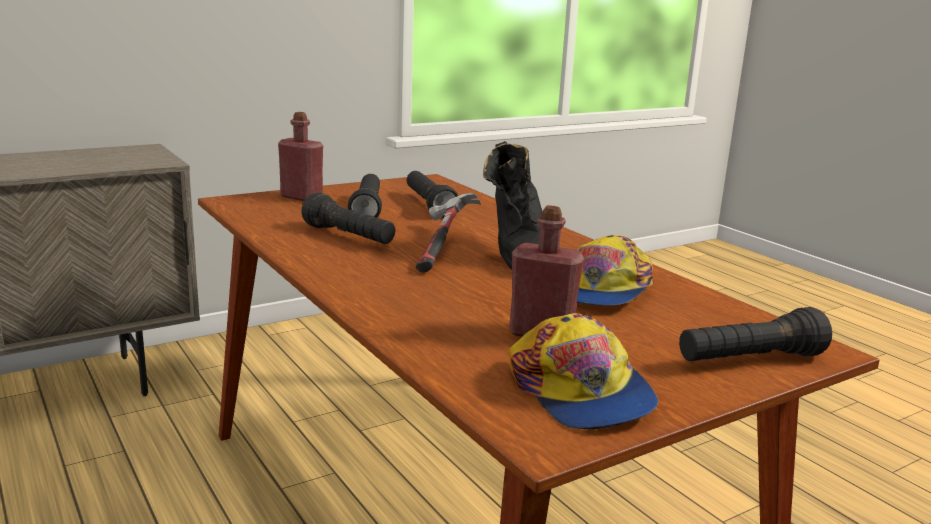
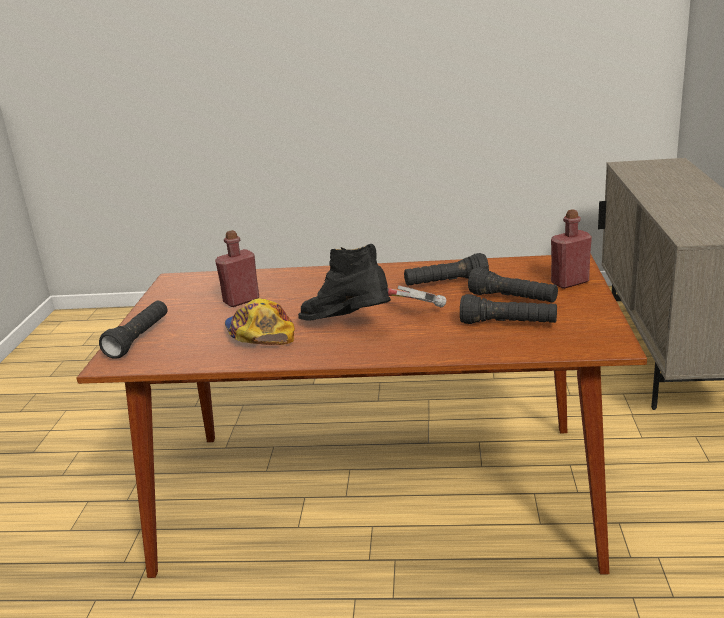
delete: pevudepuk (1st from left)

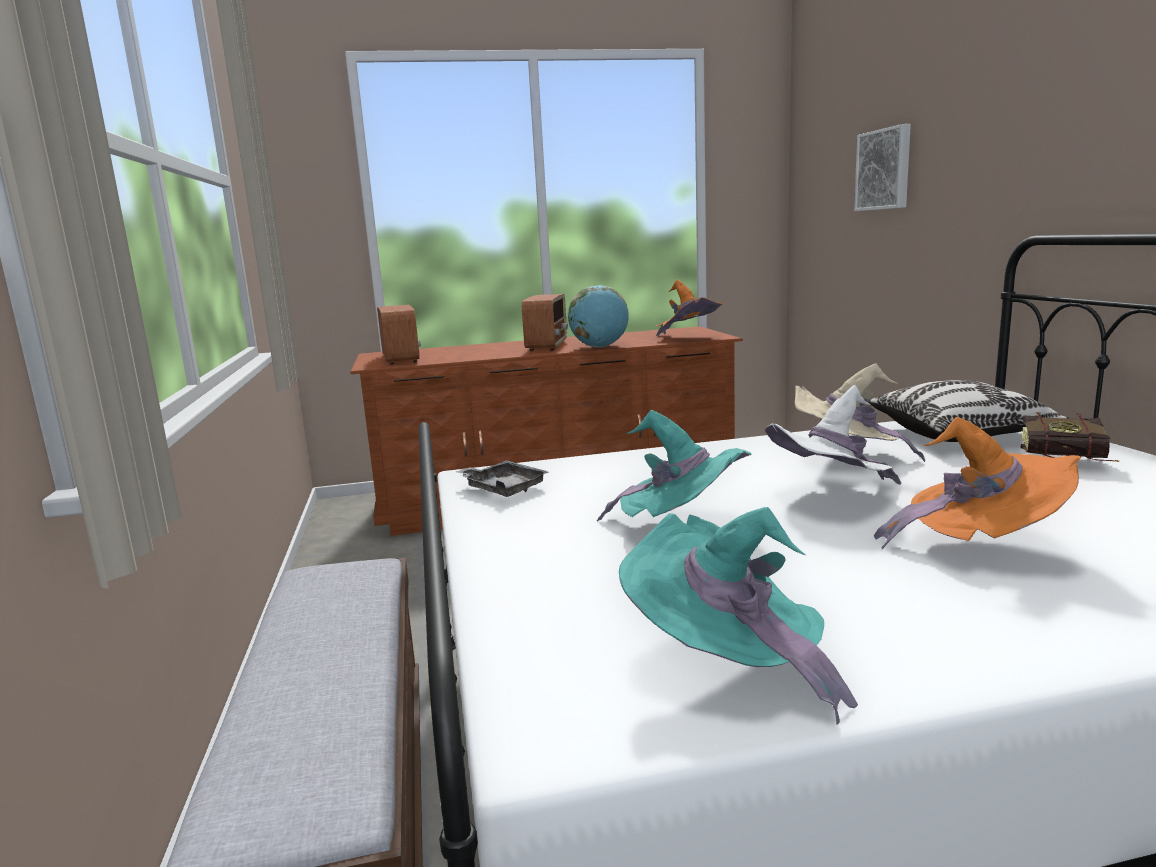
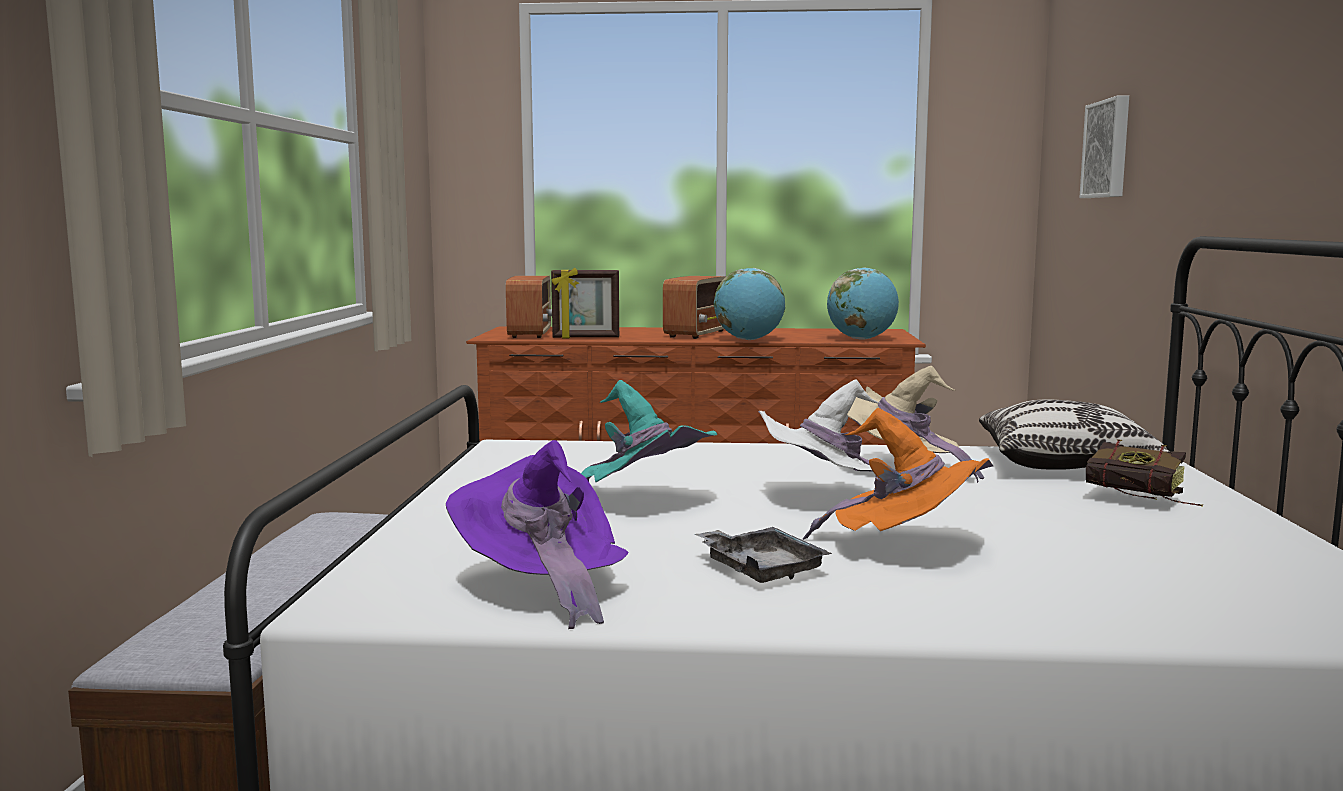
insert: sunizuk
move: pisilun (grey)
replace: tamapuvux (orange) (1st from left) to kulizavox (2nd from left)
recolor: tamapuvux (turquoise) (2nd from left) to tamapuvux (purple)

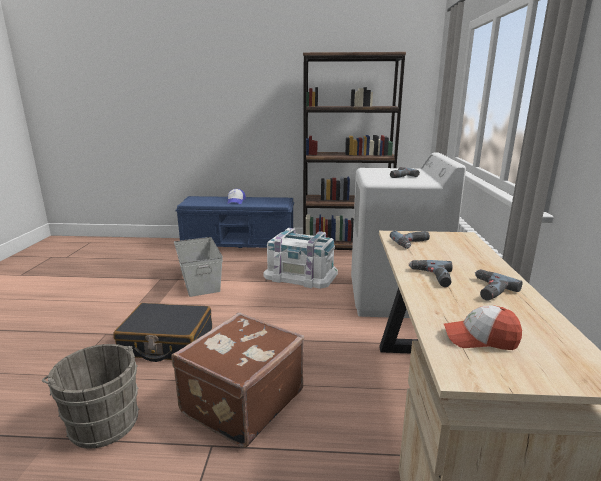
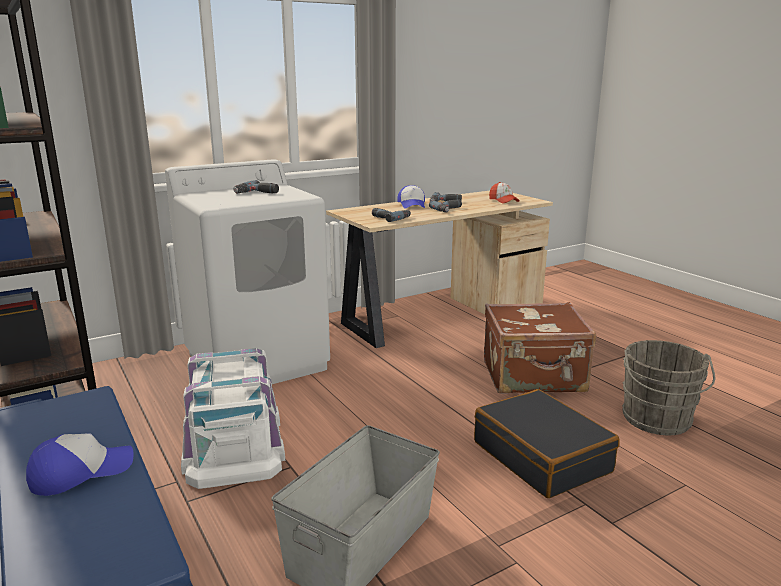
insert: pevudepuk (2nd from left)

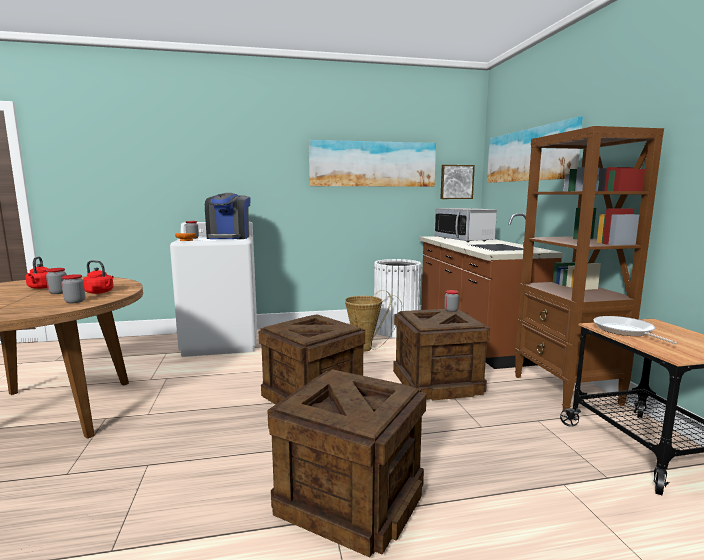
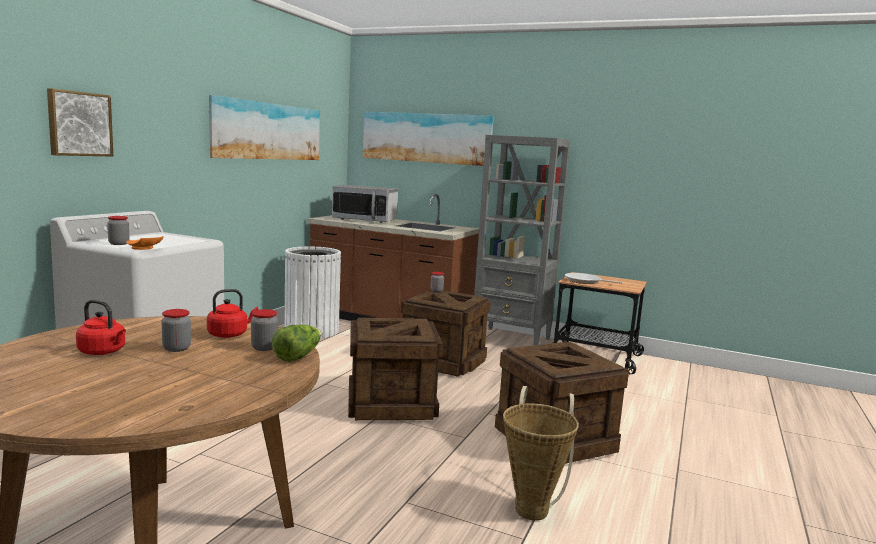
delete: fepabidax
insert: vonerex
move: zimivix (2nd from left in the first image) to zimivix (1st from left); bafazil
recolor: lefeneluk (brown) to lefeneluk (grey)

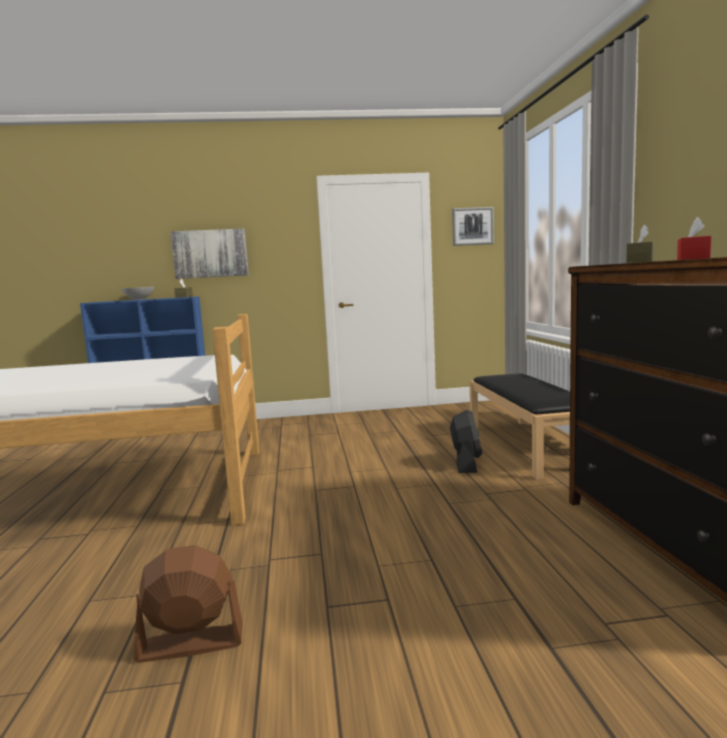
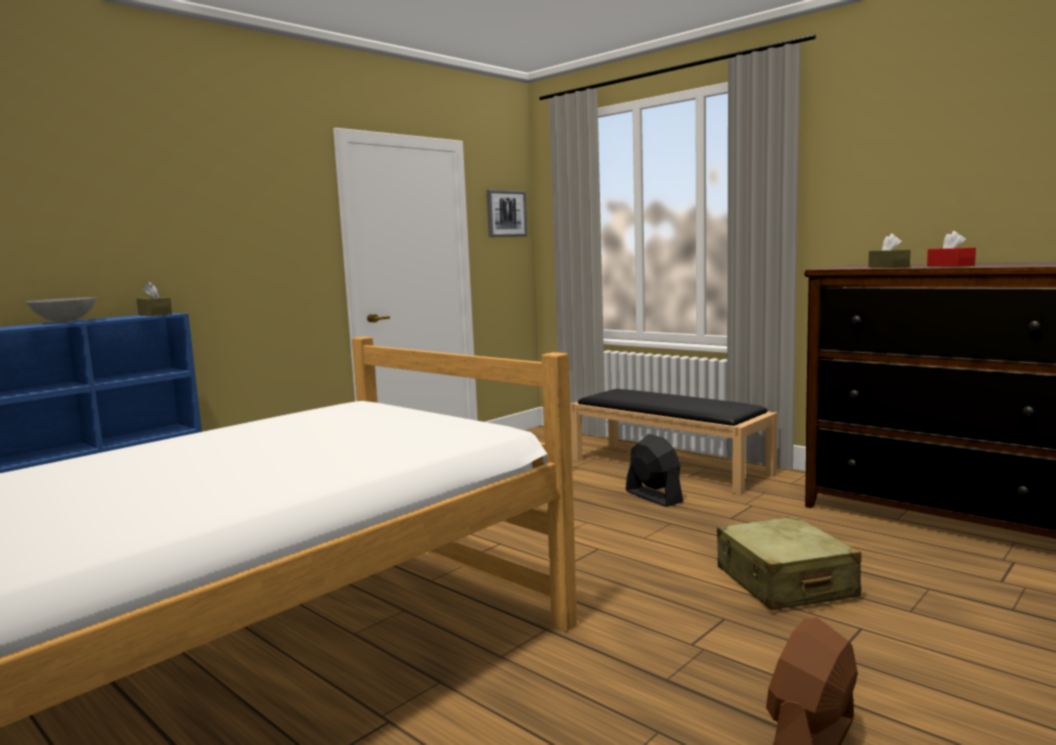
delete: zimivix (1st from left)
insert: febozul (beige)

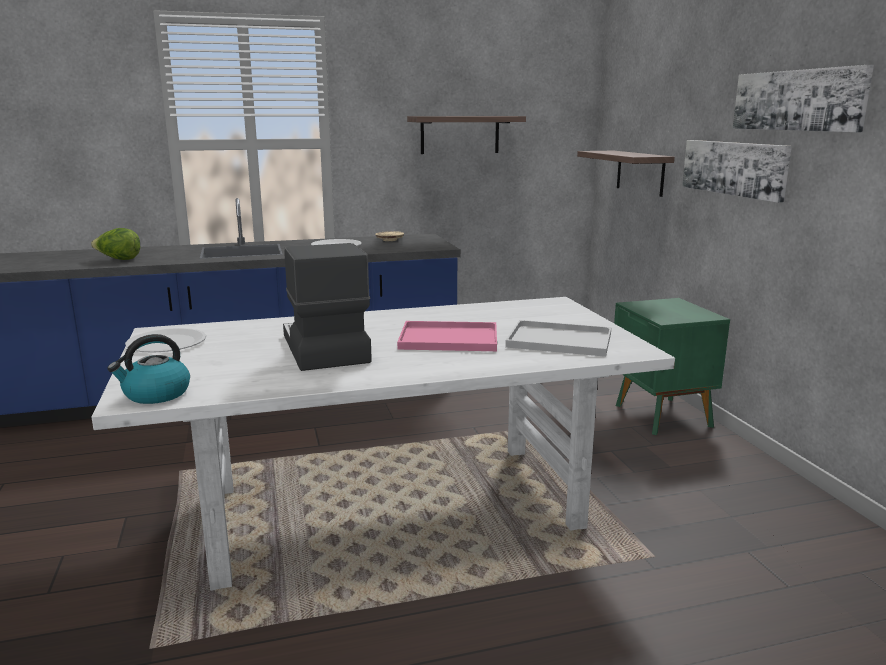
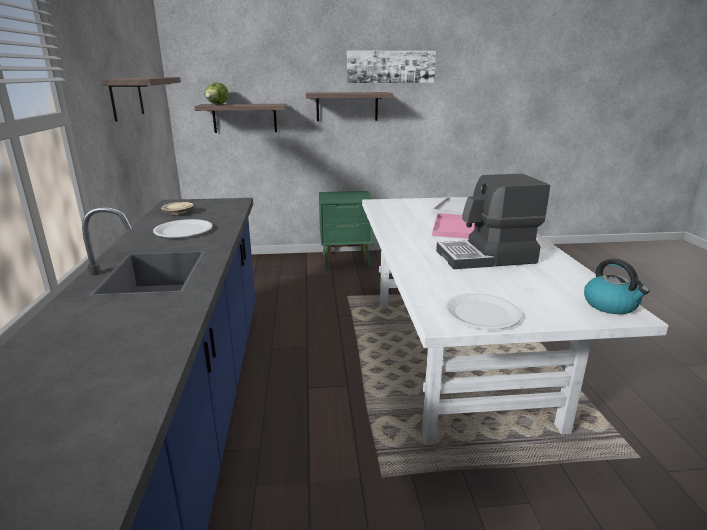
move: vonerex
replace: zimivix (1st from left) to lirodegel (3rd from left)

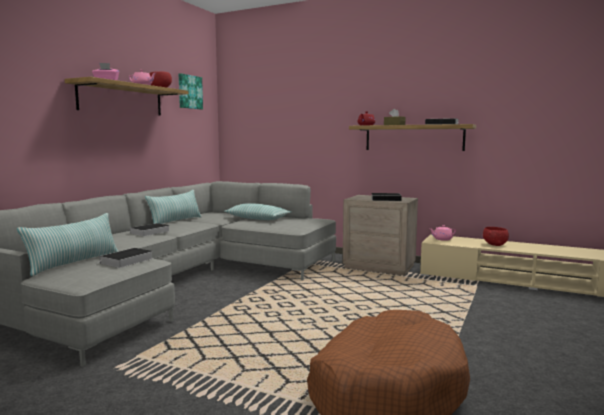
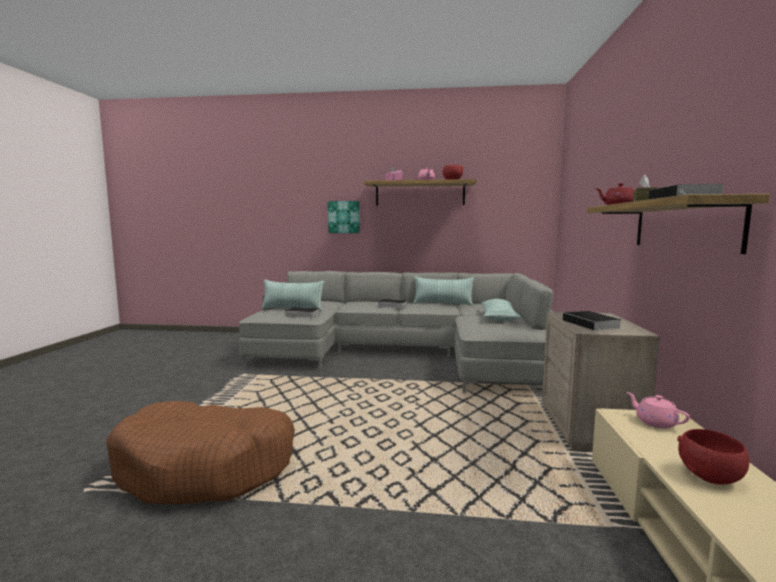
move: zimivix

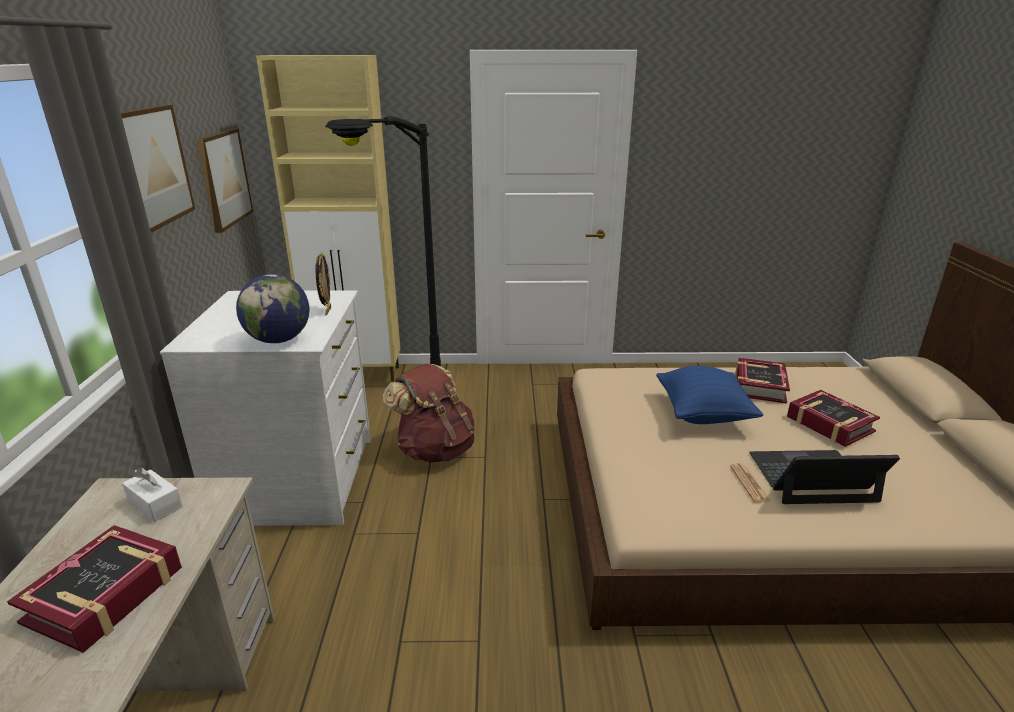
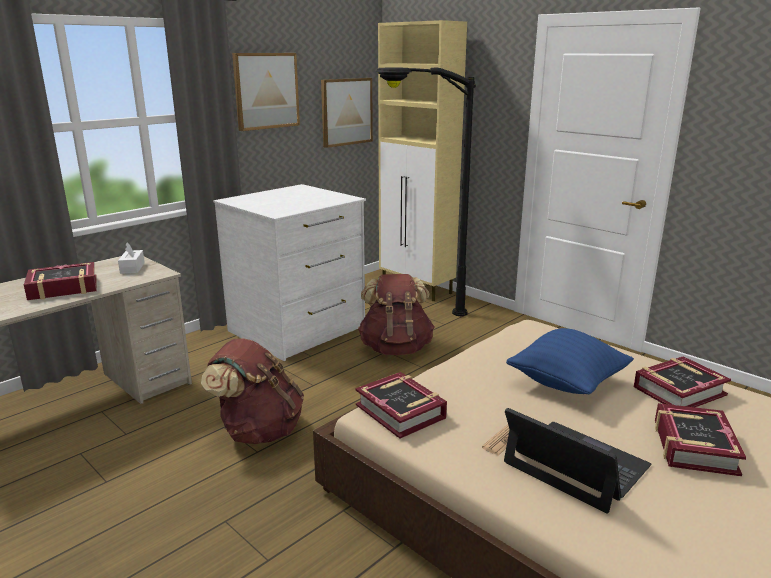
delete: kulizavox; sunizuk
insert: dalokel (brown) (1st from left); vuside (2nd from left)

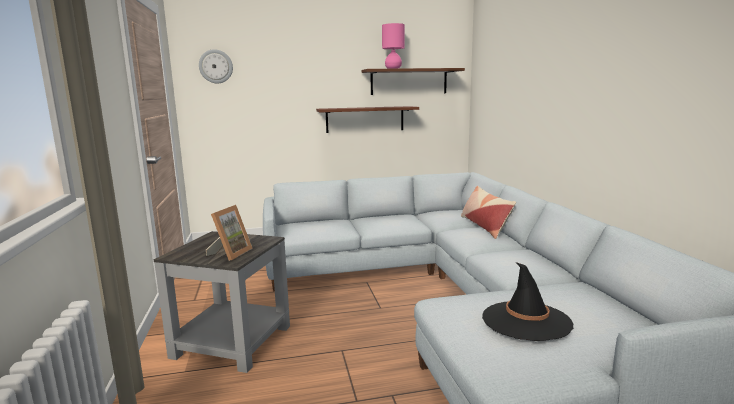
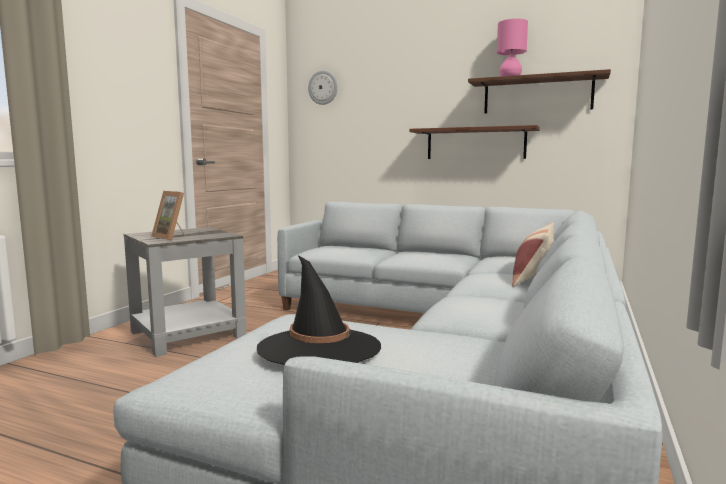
rotate: sunizuk 75 degrees clockwise

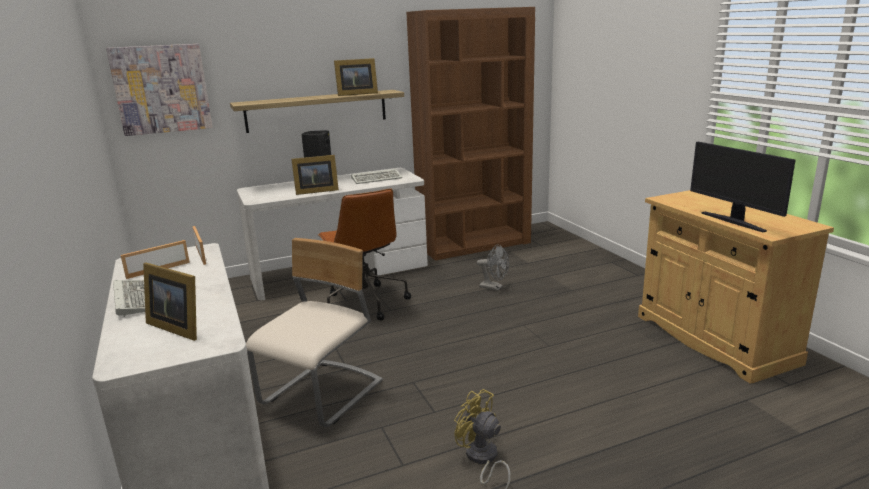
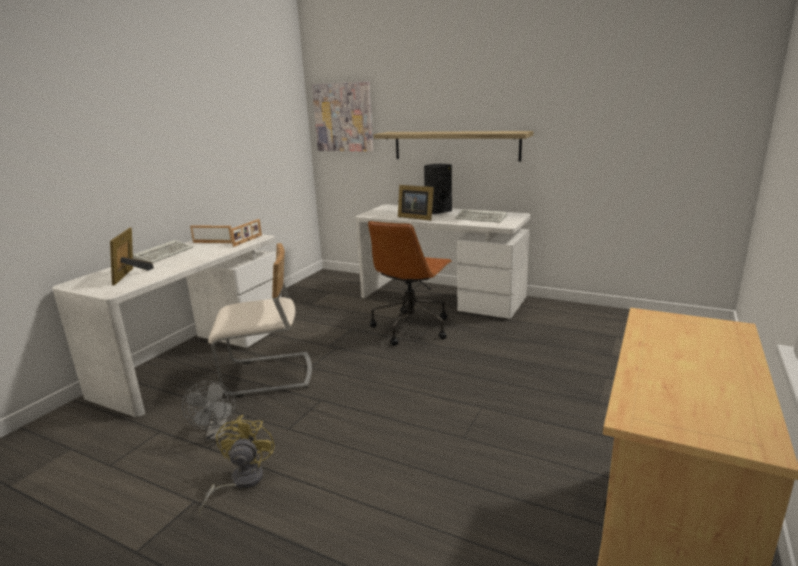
delete: sunizuk (5th from left); lefeneluk (brown); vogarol
move: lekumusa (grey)

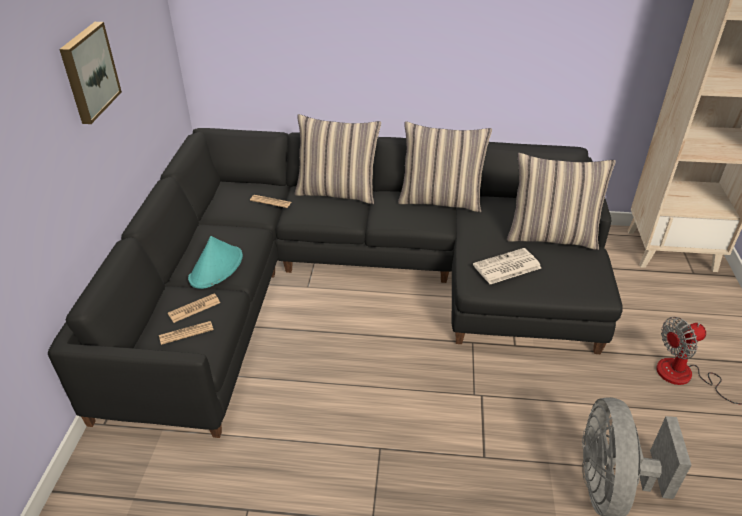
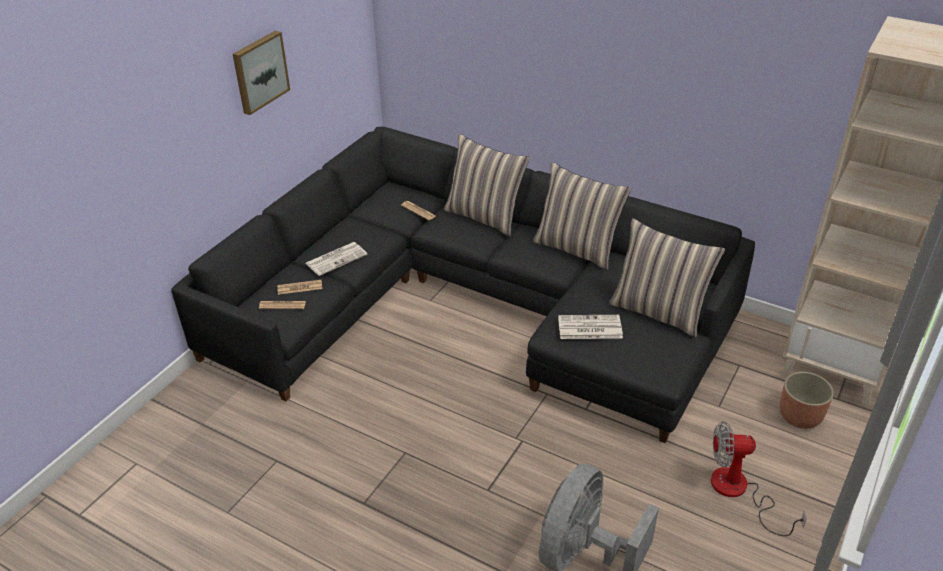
insert: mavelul
replace: tamapuvux (turquoise) to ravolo (3rd from left)

